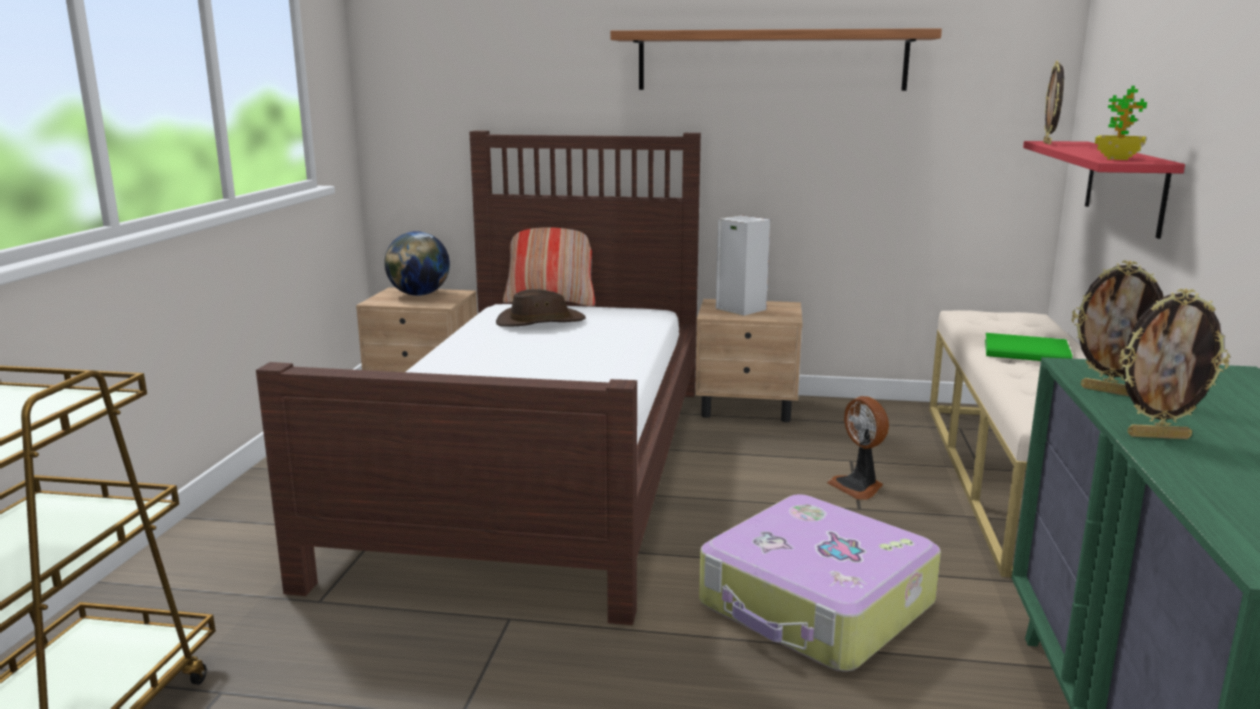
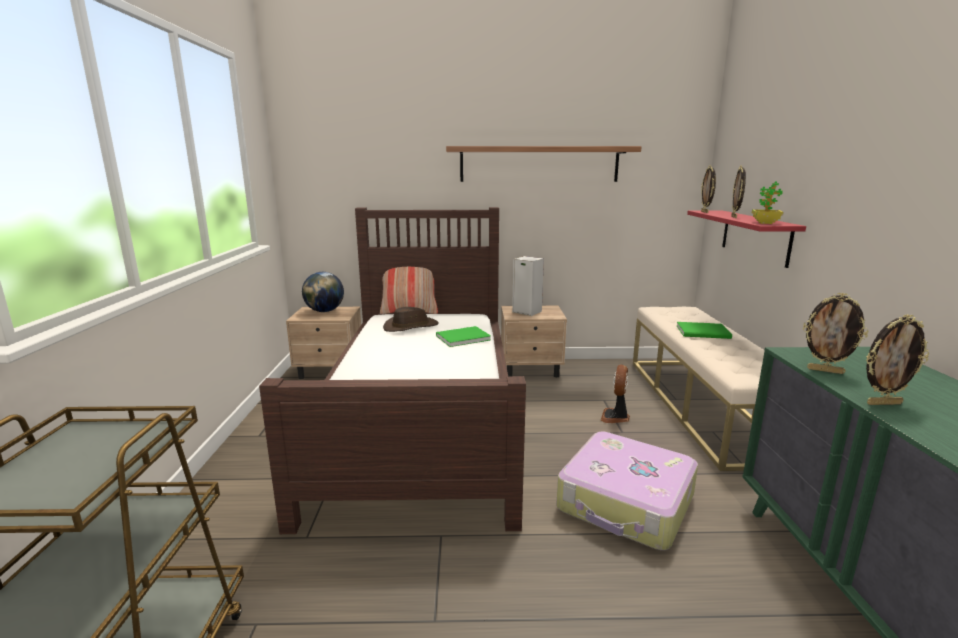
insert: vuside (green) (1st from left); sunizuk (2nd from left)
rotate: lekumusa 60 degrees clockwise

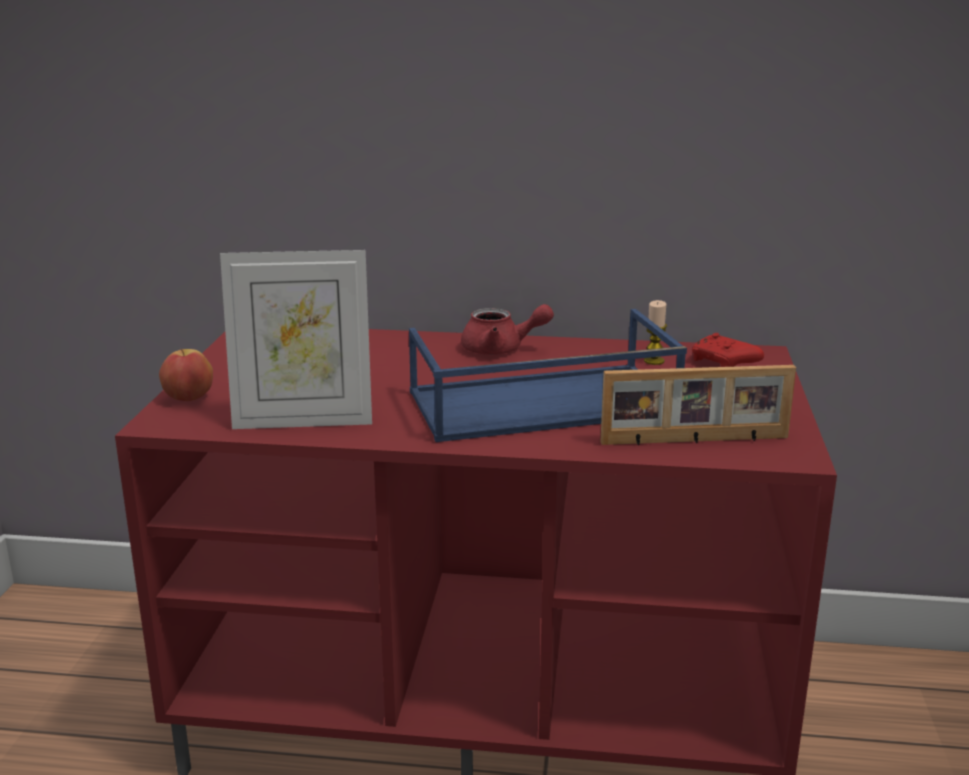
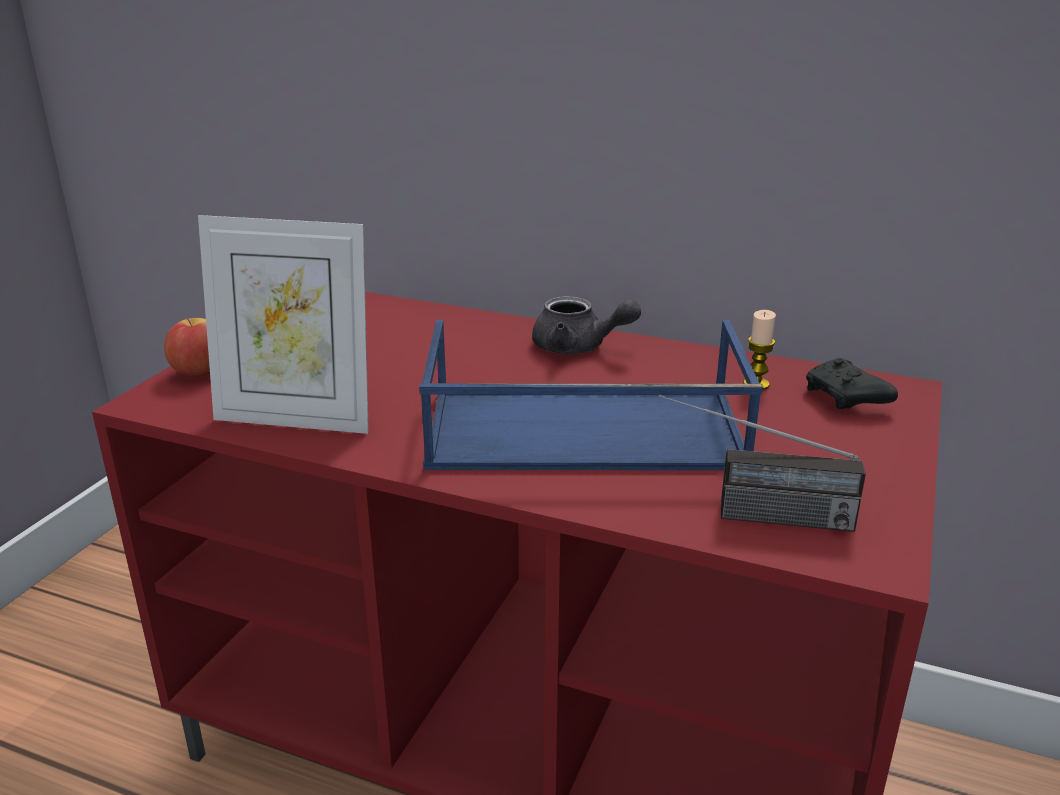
replace: sunizuk (2nd from left) to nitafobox
recolor: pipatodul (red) to pipatodul (grey); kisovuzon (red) to kisovuzon (black)

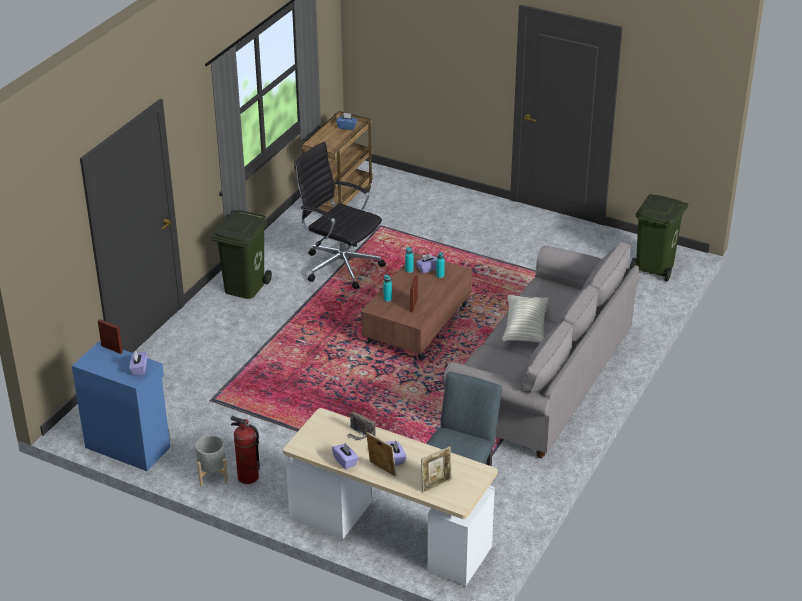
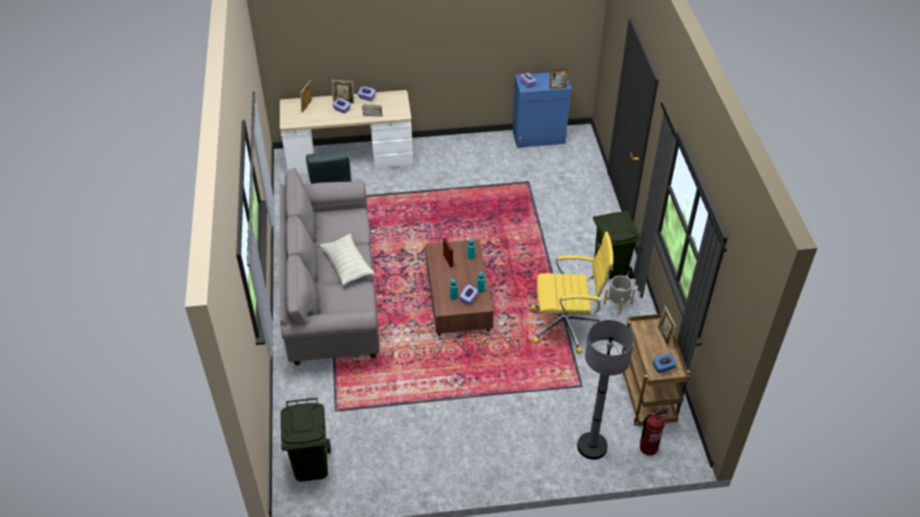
insert: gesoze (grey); sunizuk (5th from left)
move: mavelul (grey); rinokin
recolor: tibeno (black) to tibeno (yellow)

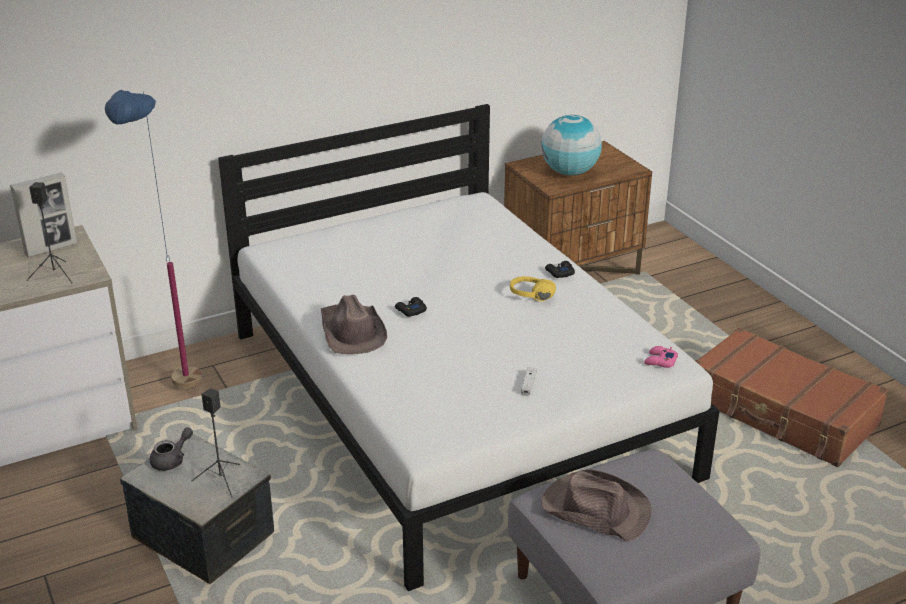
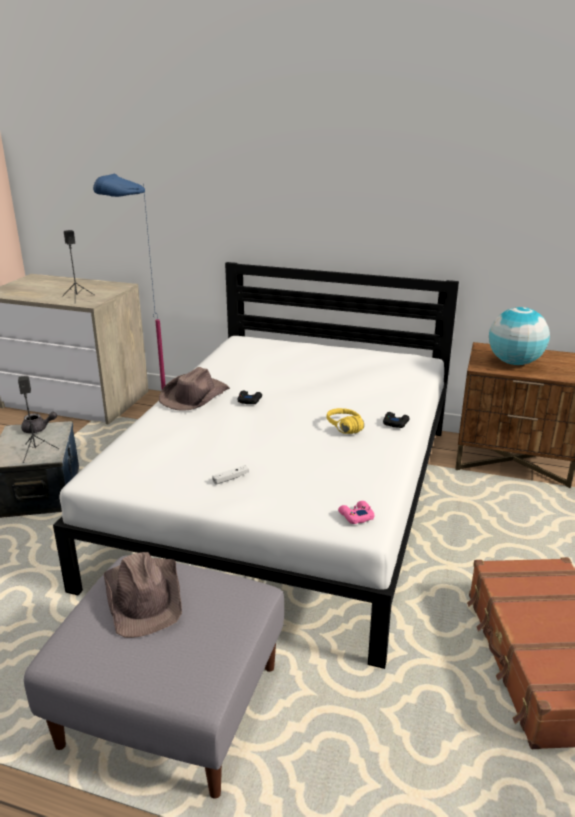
delete: sunizuk

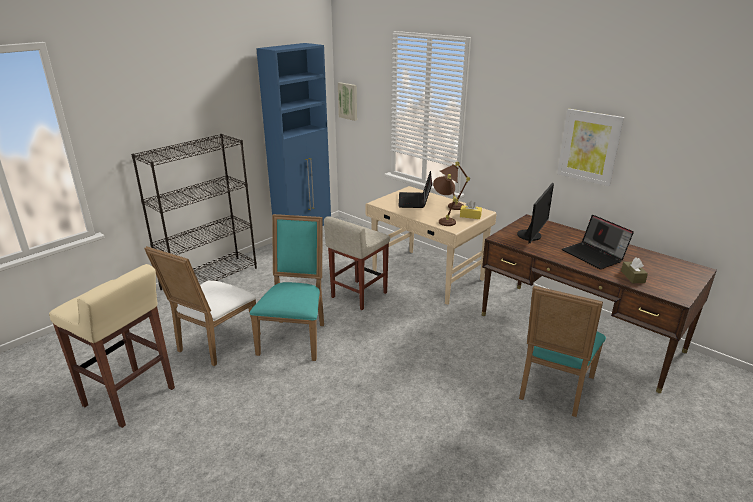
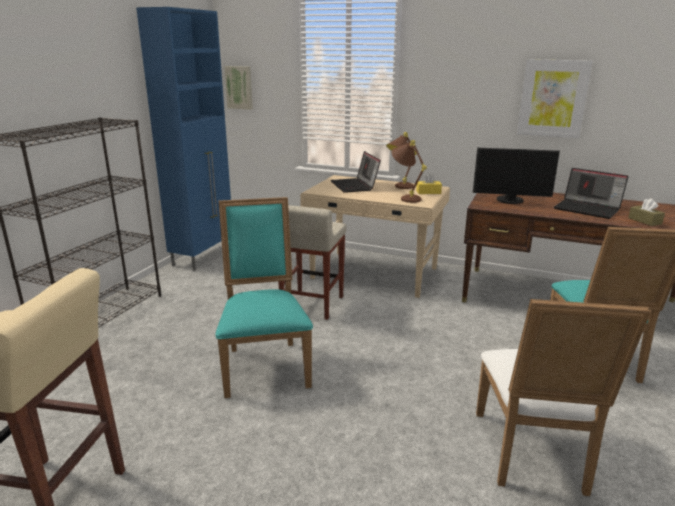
move: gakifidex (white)
rotate: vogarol 90 degrees clockwise

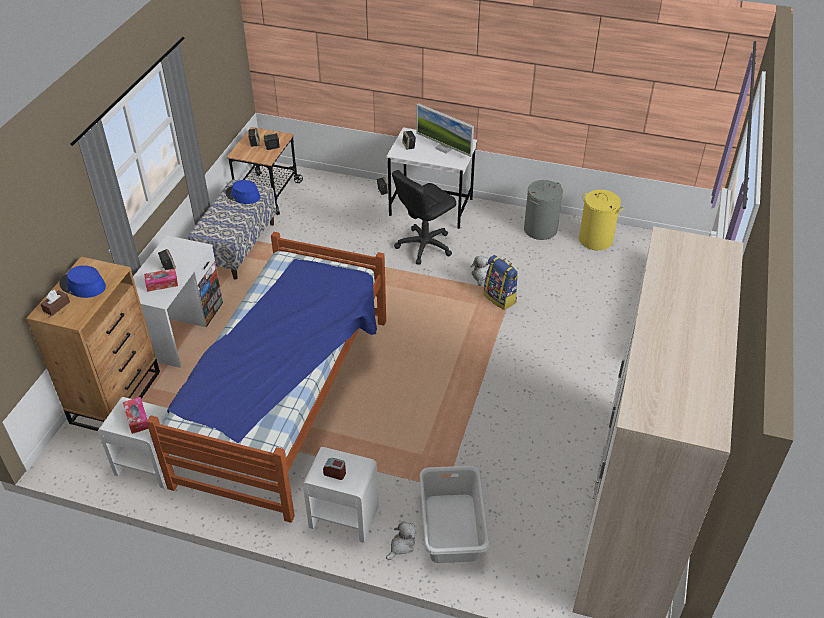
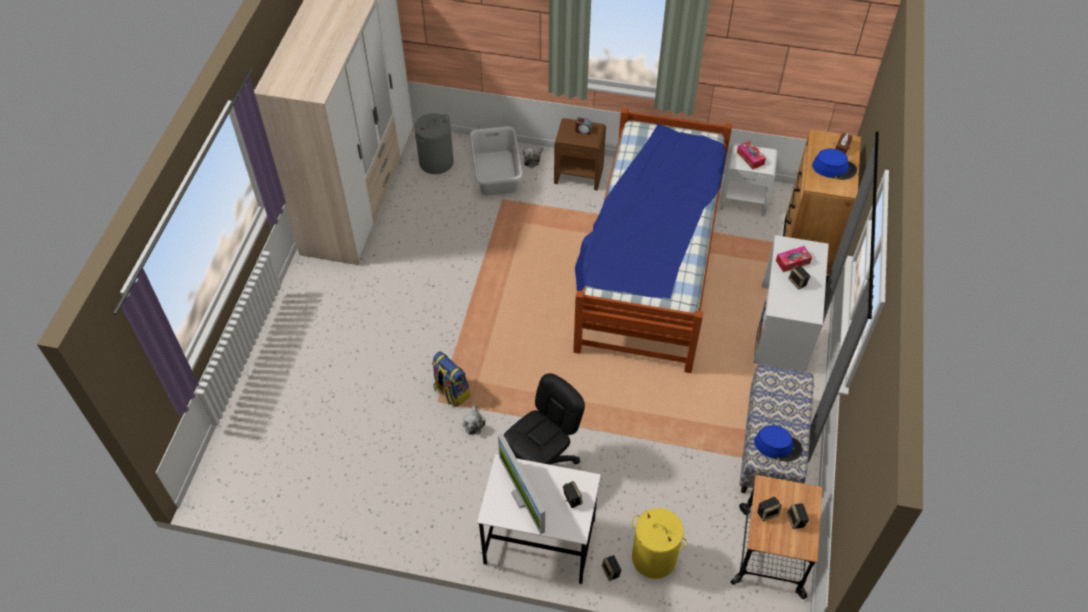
move: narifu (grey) (2nd from left in the first image) to narifu (grey) (1st from left); narifu (yellow)
recolor: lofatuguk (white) (2nd from left) to lofatuguk (brown)
rotate: vogarol 150 degrees counterclockwise

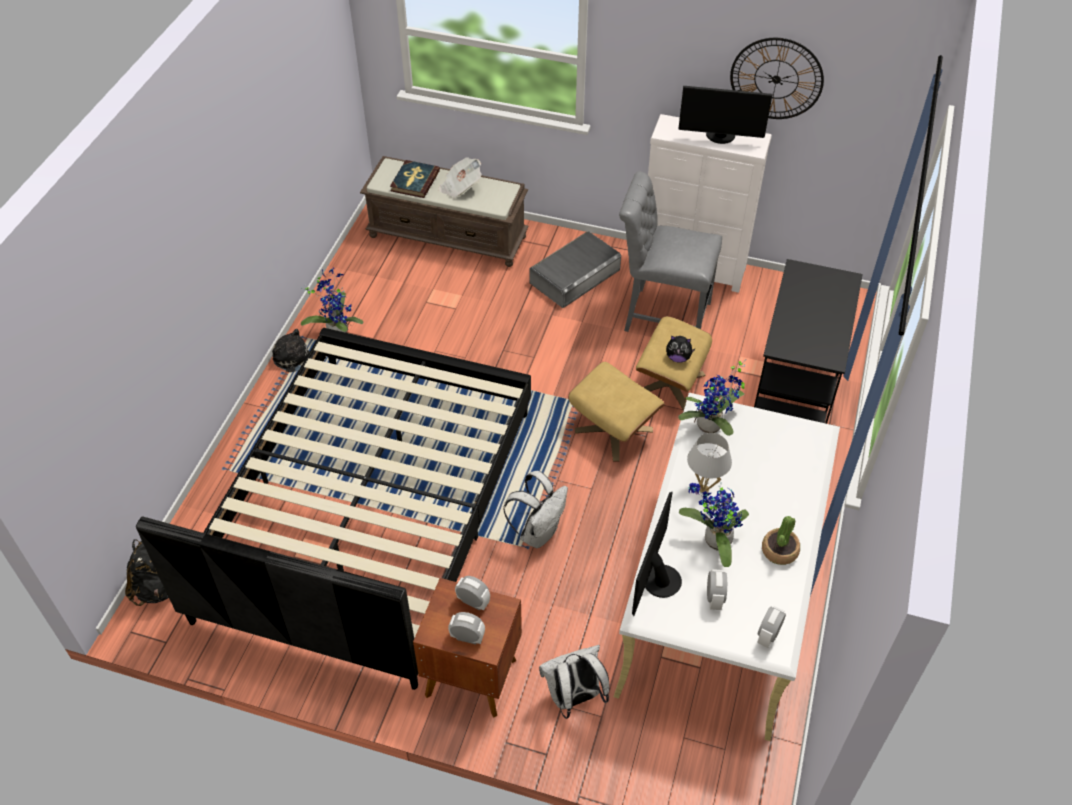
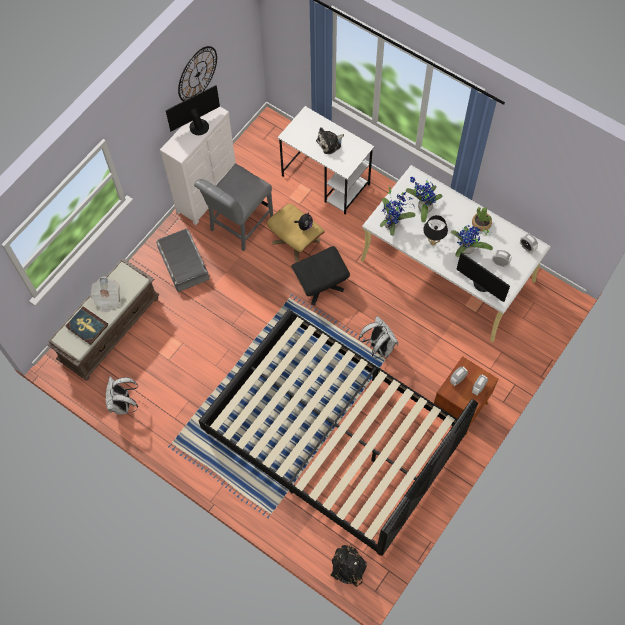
move: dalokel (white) (2nd from left in the first image) to dalokel (white) (1st from left); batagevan (1st from left in the first image) to batagevan (2nd from left); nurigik (1st from left in the first image) to nurigik (2nd from left)
recolor: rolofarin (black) to rolofarin (white) (1st from left); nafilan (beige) (1st from left) to nafilan (black); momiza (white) to momiza (black)
rotate: vogarol (2nd from left in the first image) 150 degrees counterclockwise

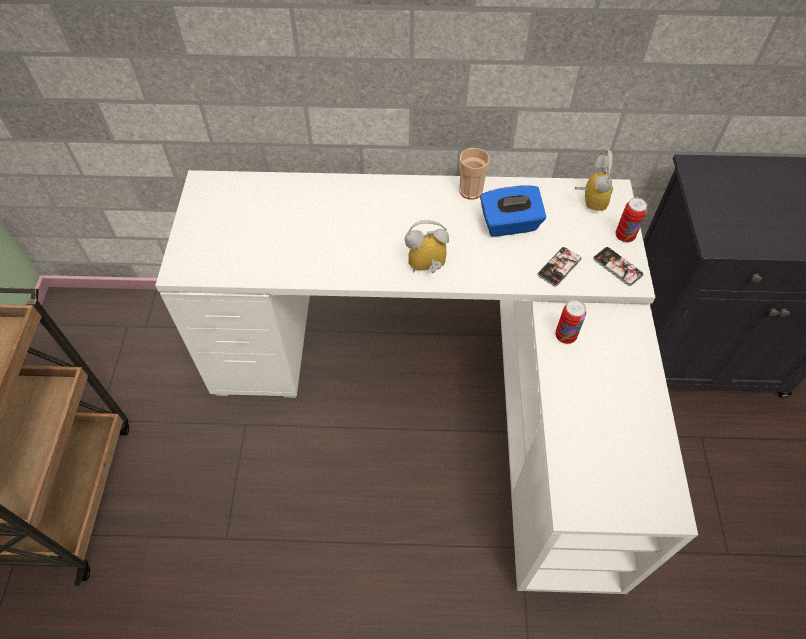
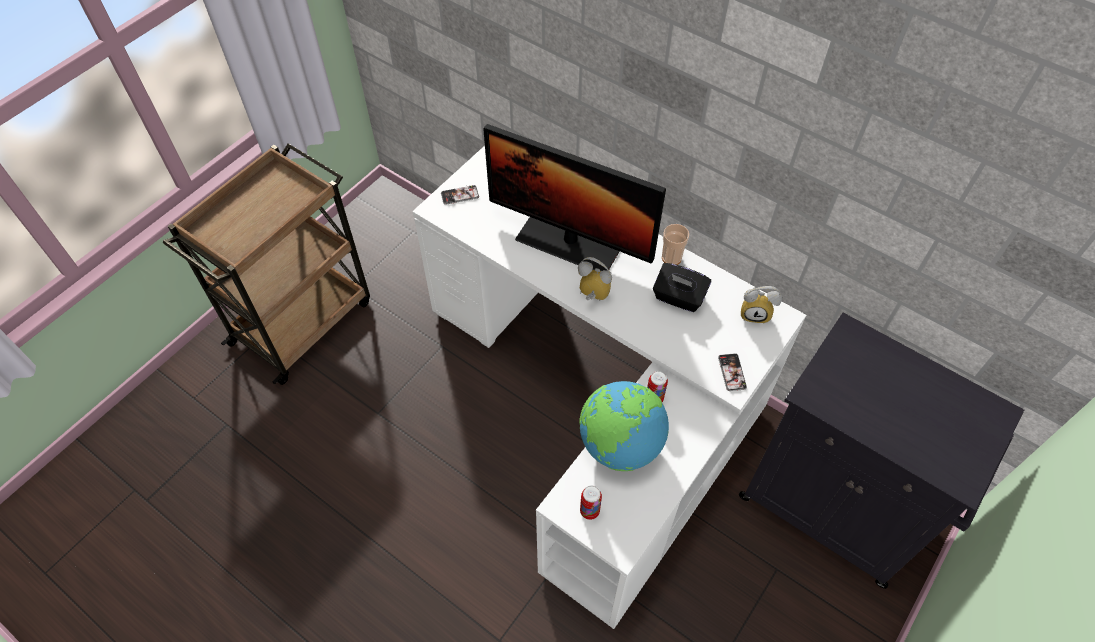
insert: vogarol; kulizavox
move: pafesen (1st from left); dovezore (2nd from left in the first image) to dovezore (1st from left)
recolor: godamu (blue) to godamu (black)
rotate: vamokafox (2nd from left) 60 degrees clockwise

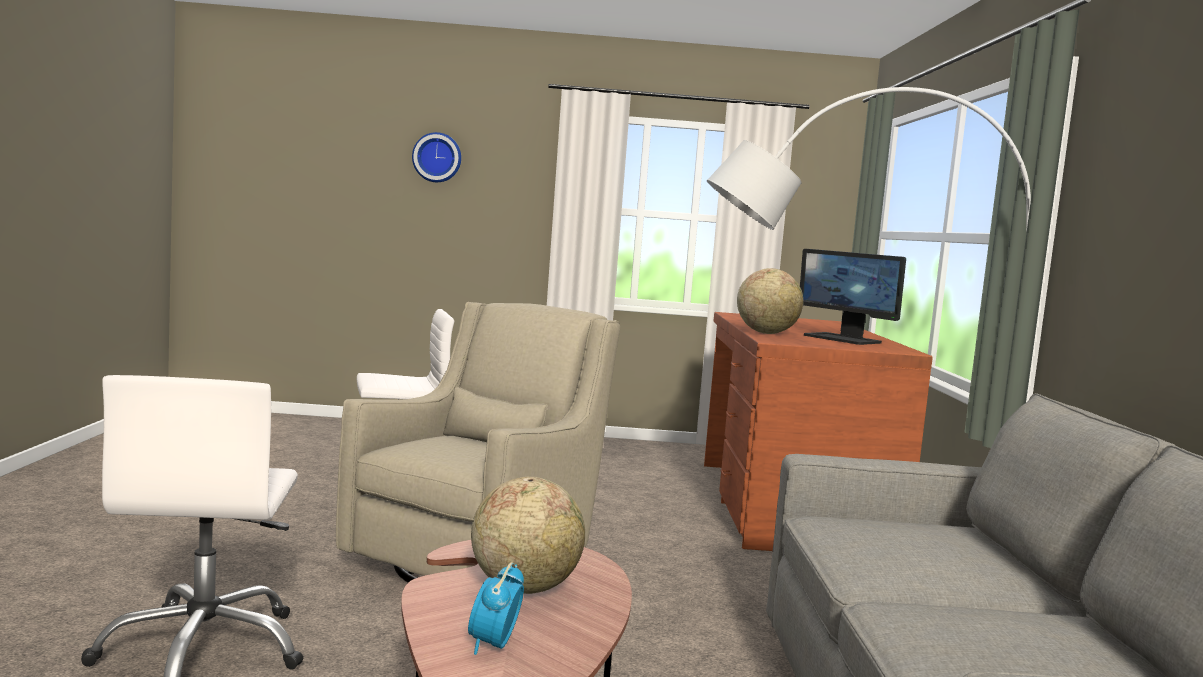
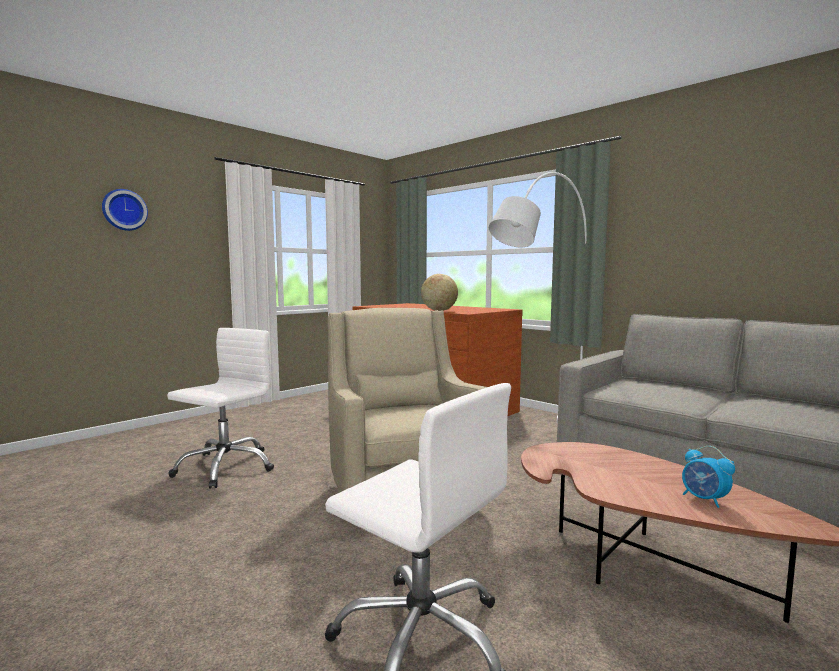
delete: kulizavox (1st from left); vogarol

